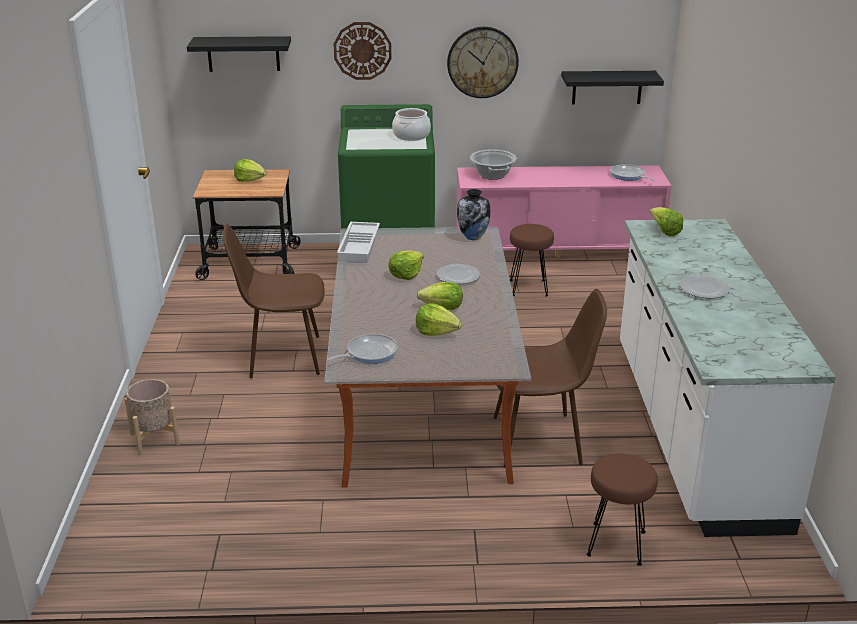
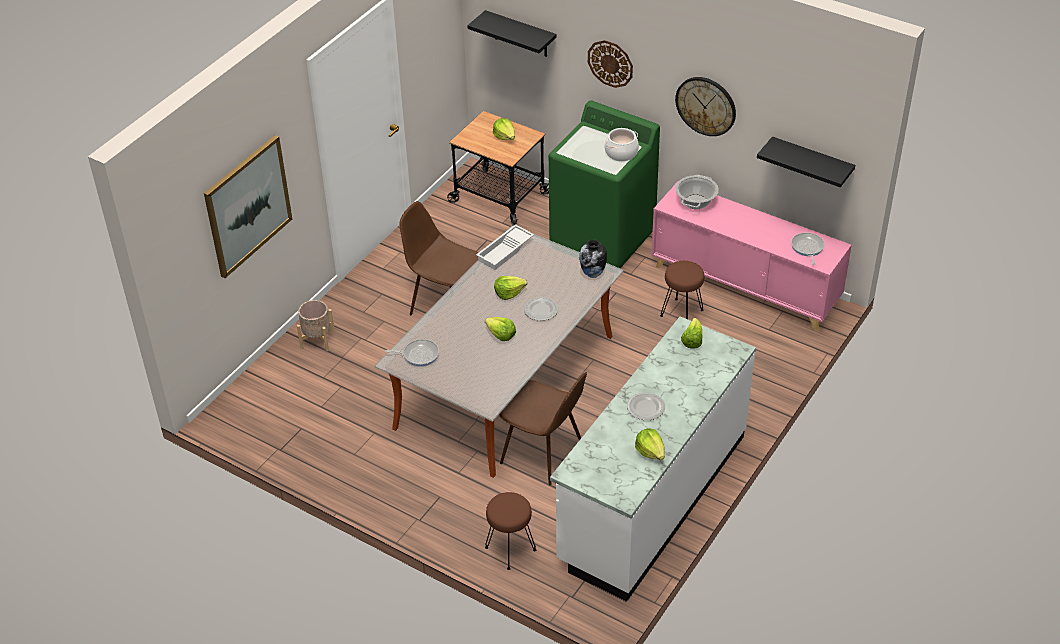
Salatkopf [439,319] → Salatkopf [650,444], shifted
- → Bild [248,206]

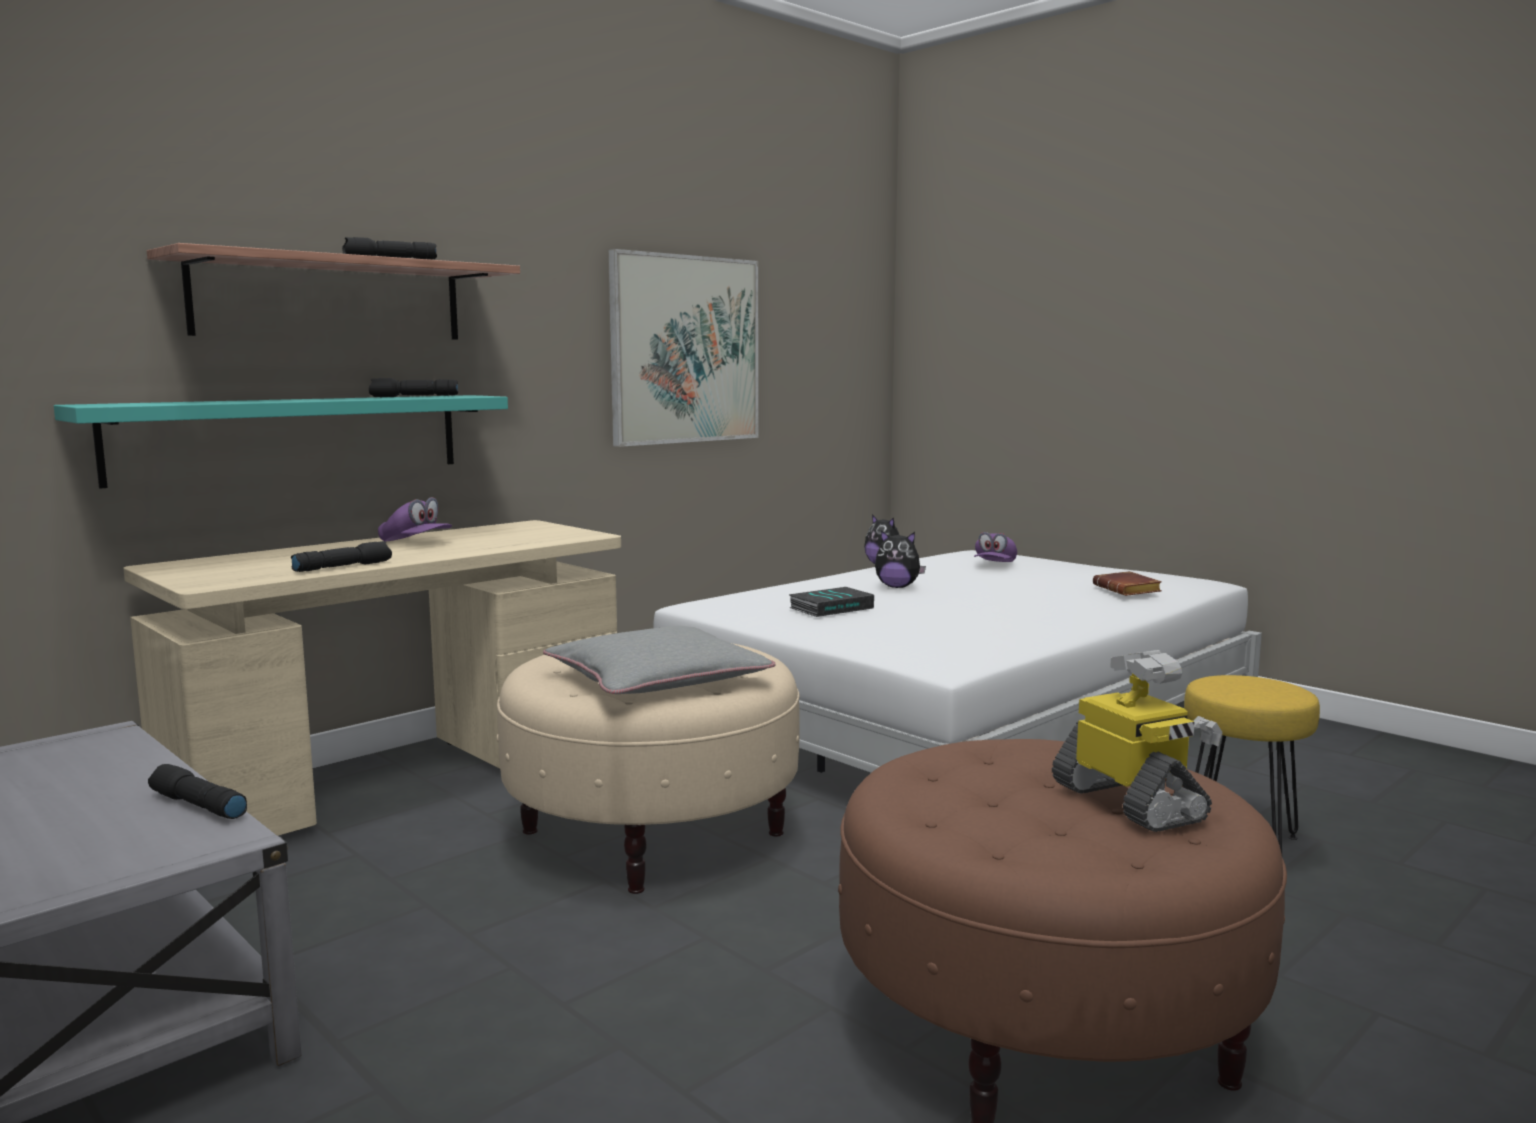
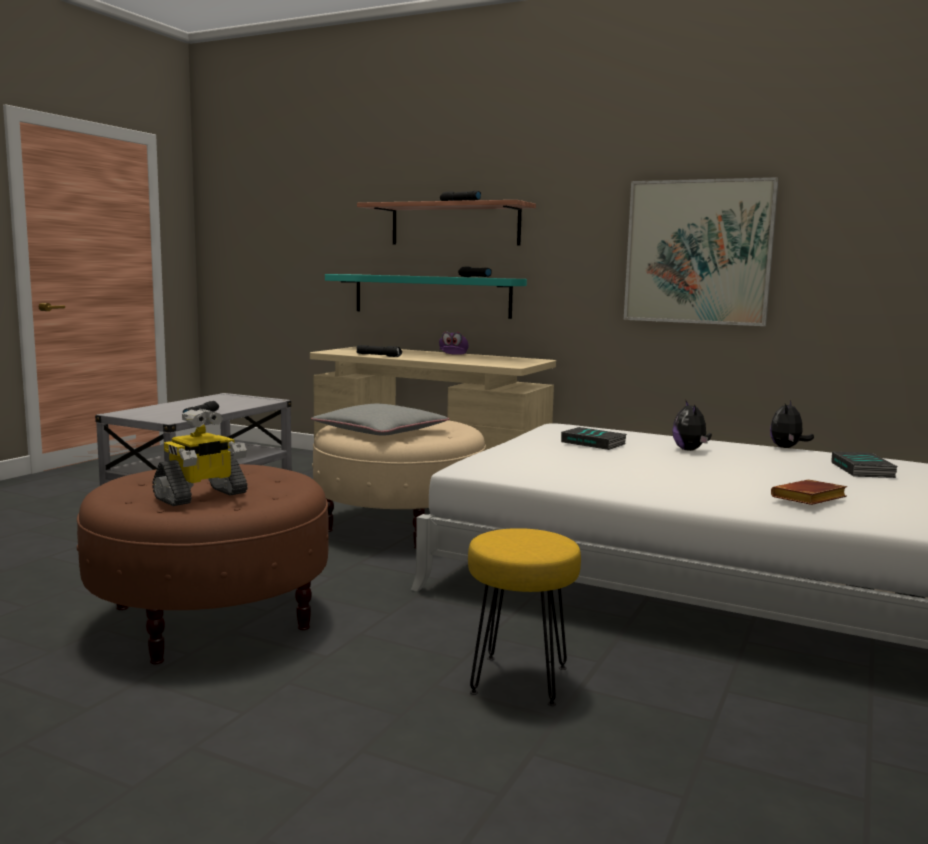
Kappe [lila] [995,547] → Buch [864,465]

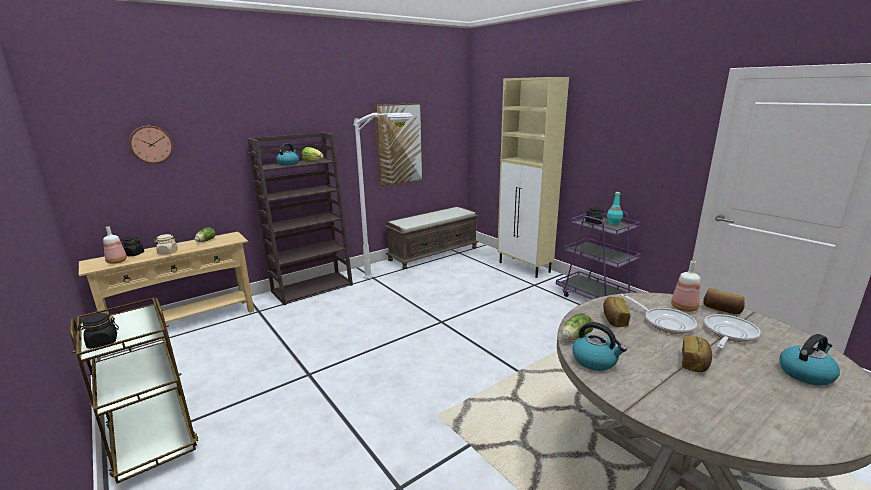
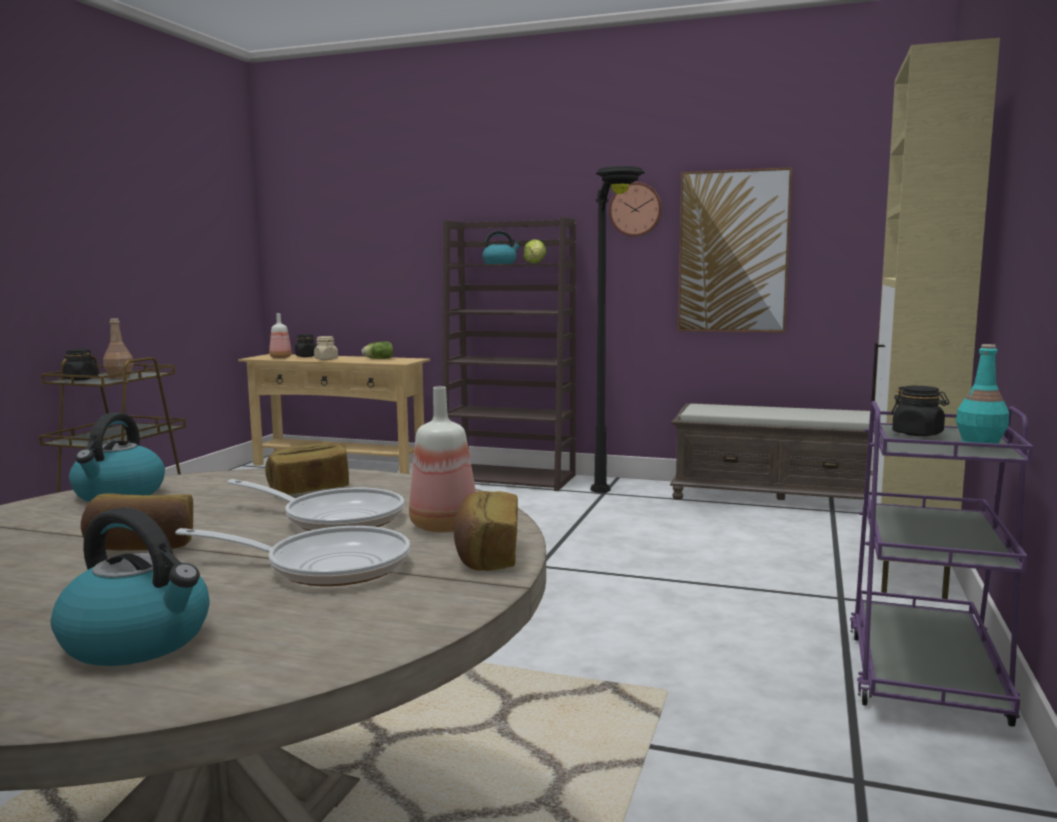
Wanduhr [151,145] → Wanduhr [635,209], shifted
Stehlampe [weiß] [383,196] → Stehlampe [schwarz] [618,329]
Salatkopf [577,326] → -
Pfanne [658,314] → Pfanne [315,505], 90 degrees counterclockwise
- → Flasche [braun] [118,348]

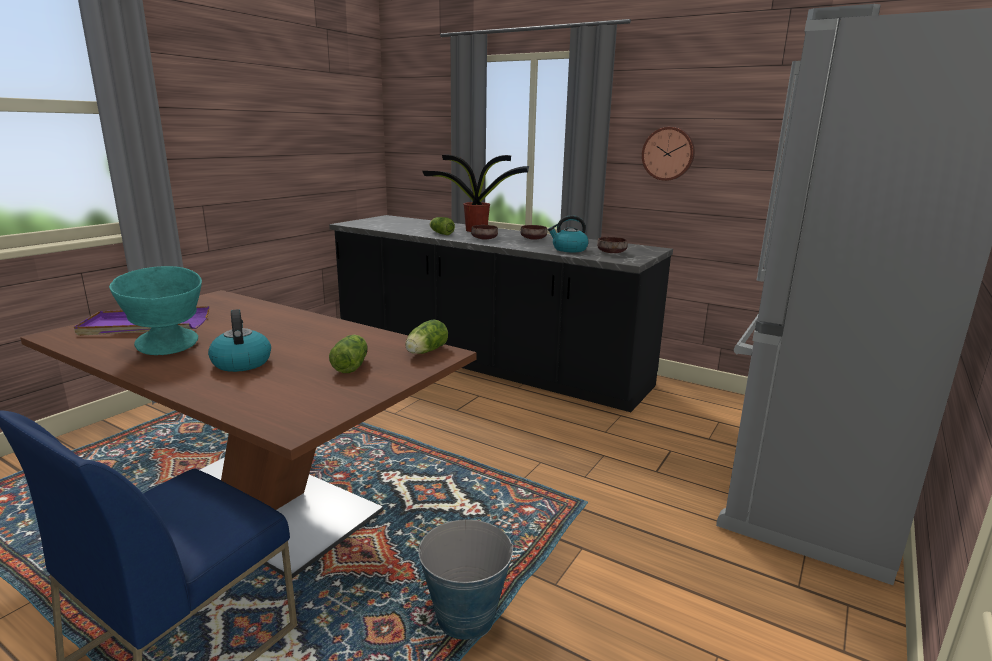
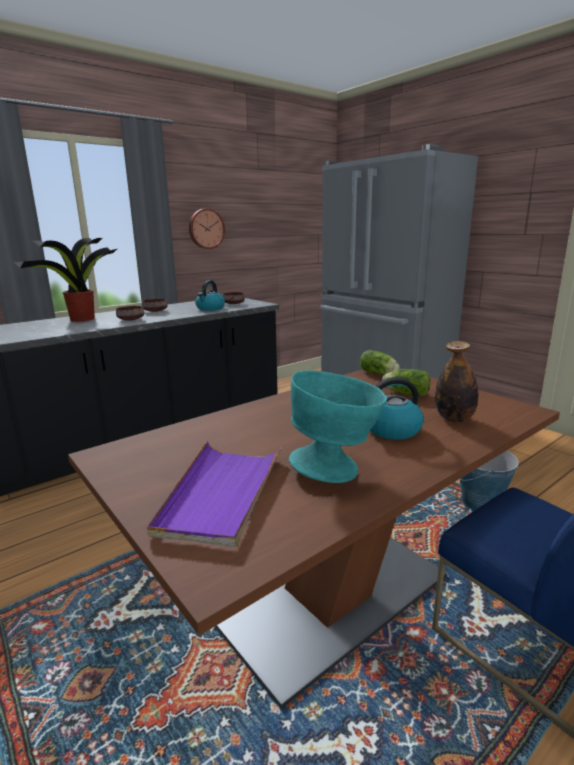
Salatkopf [442,226] → -
- → Flasche [456,381]

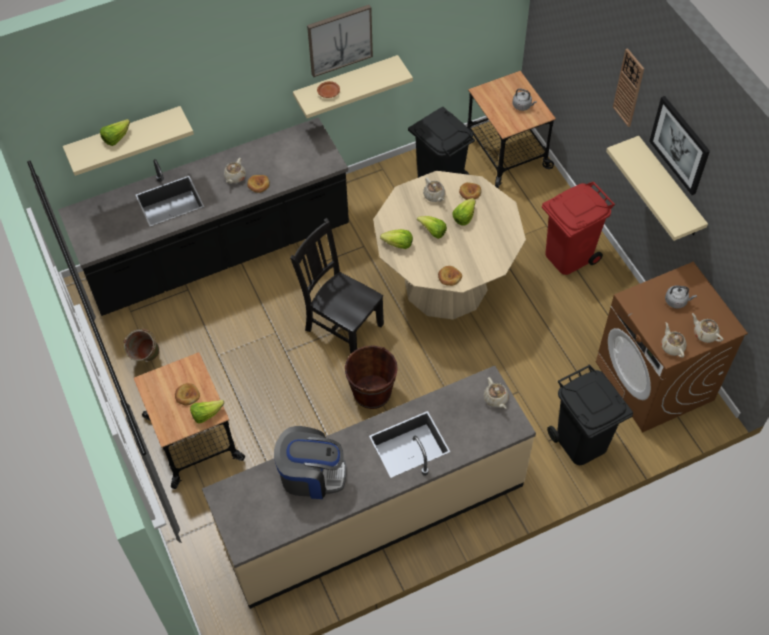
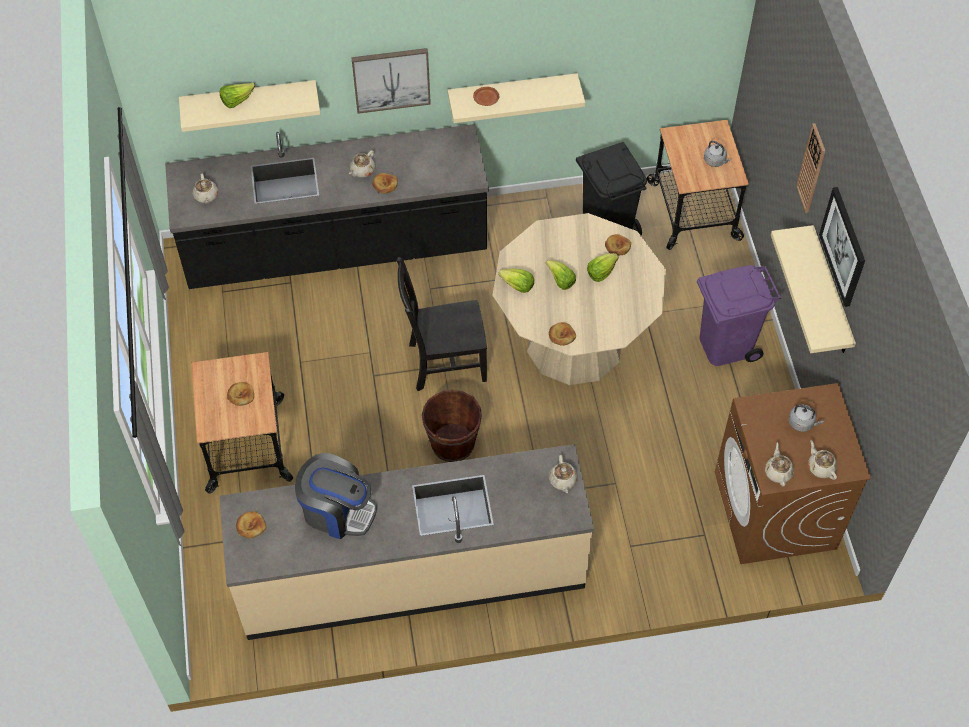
Eimer [grün] [141,345] → -
Salatkopf [207,412] → -
Stuhl [schwarz] [337,286] → Stuhl [schwarz] [442,324], 60 degrees counterclockwise
Bild [340,41] → Bild [391,81], shifted
Teekanne [beige] [434,189] → Teekanne [beige] [205,189], shifted
Mülleimer [rot] [578,228] → Mülleimer [lila] [739,315]
Mülleimer [schwarz] [590,414] → -
- → Brot [251,524]

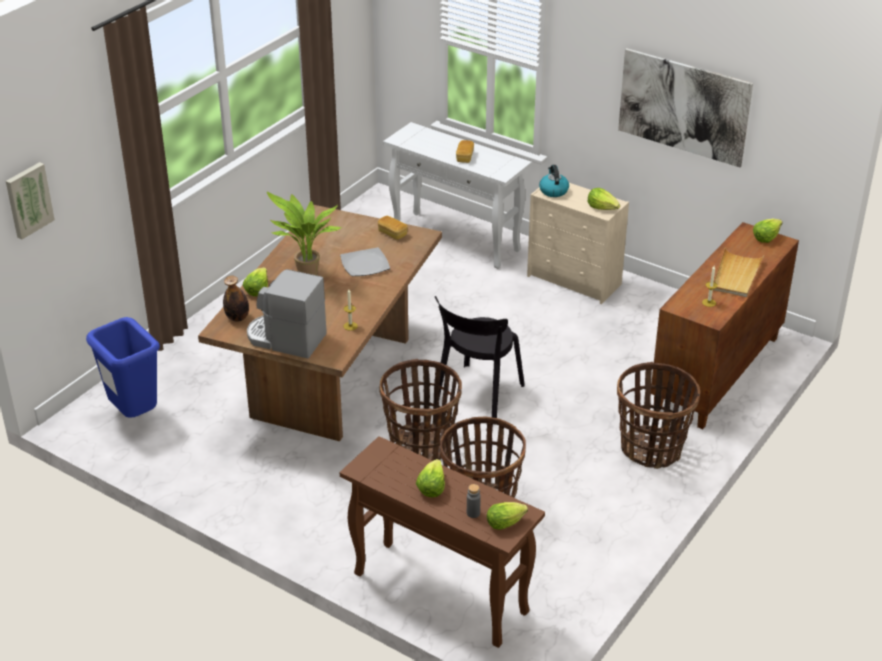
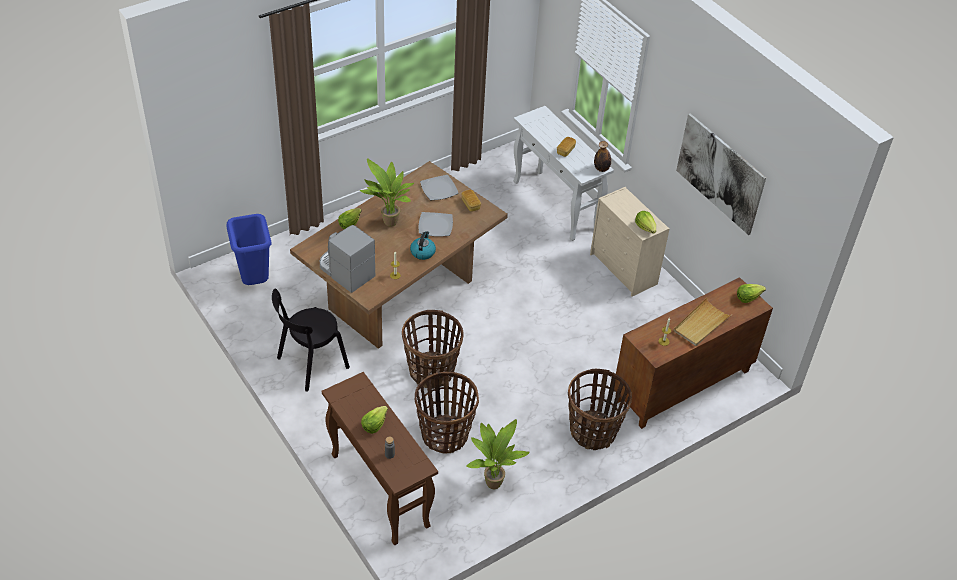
Bild [30,200] → -
Flasche [236,298] → Flasche [602,156], shifted
Stuhl [schwarz] [480,357] → Stuhl [schwarz] [311,340], shifted
Salatkopf [507,516] → -
Wasserkessel [554,181] → Wasserkessel [423,245], shifted
- → Teller [439,187]
- → Topfpflanze [498,454]

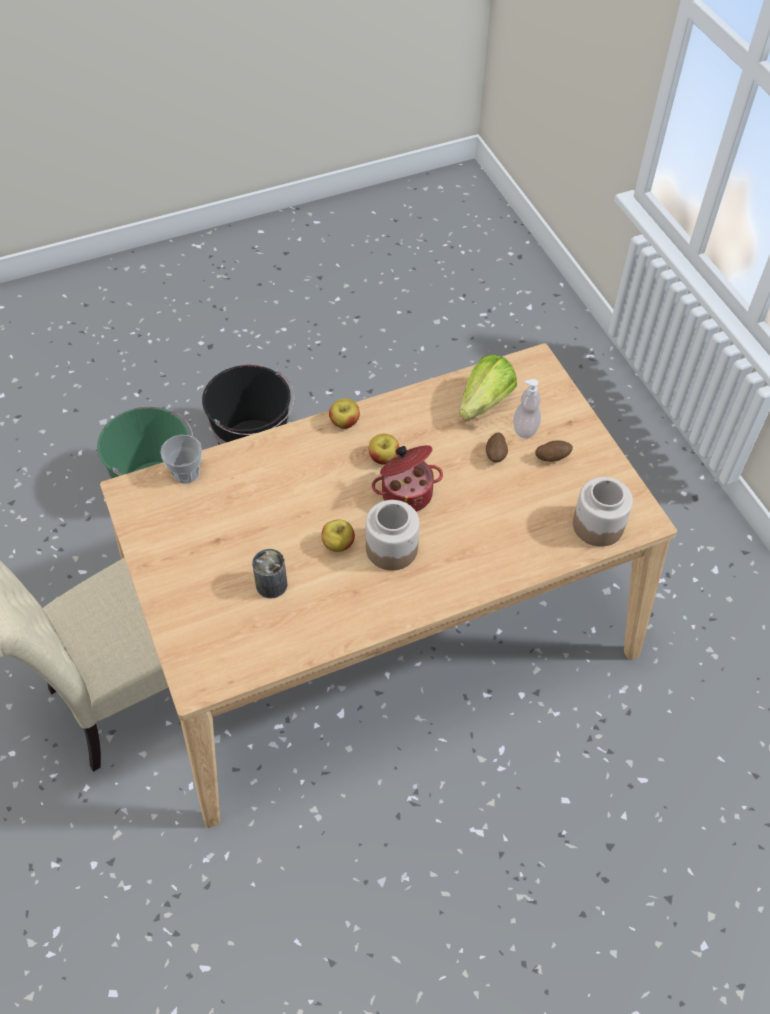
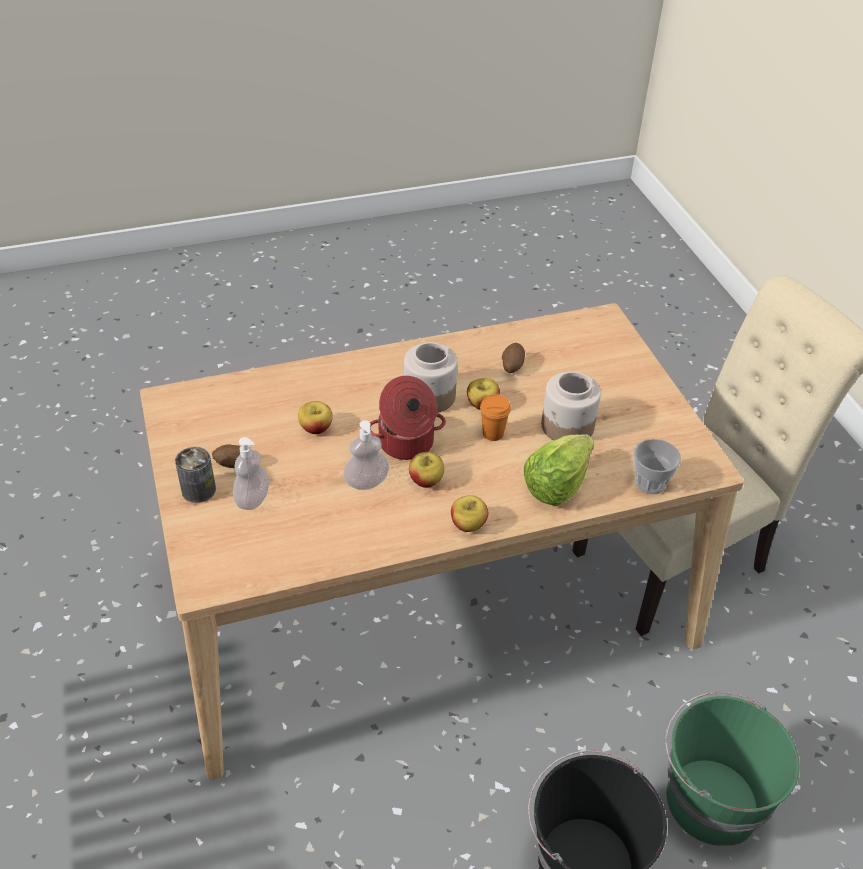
Dose [270,574] → Dose [195,475], shifted
Salatkopf [488,387] → Salatkopf [559,470], shifted
Kartoffel [497,447] → Kartoffel [513,358], shifted
Vorratsglas [603,512] → Vorratsglas [571,406], shifted
- → Apfel [315,417]
- → Seifenspender [366,455]
- → Tasse [orange] [495,417]

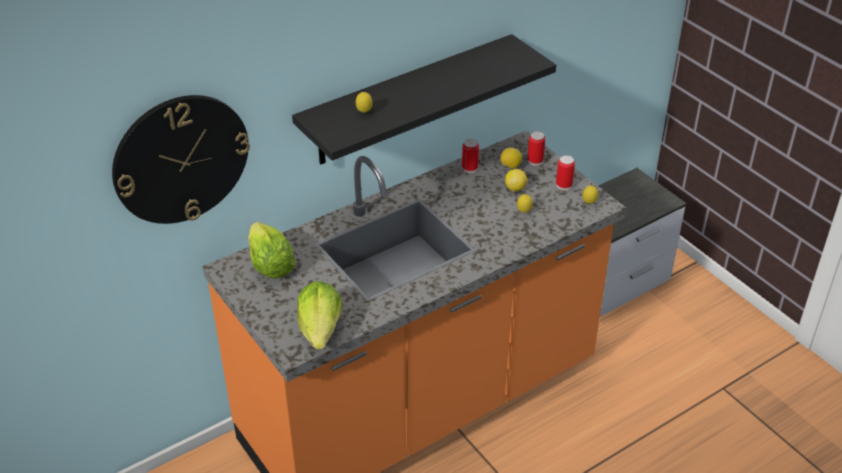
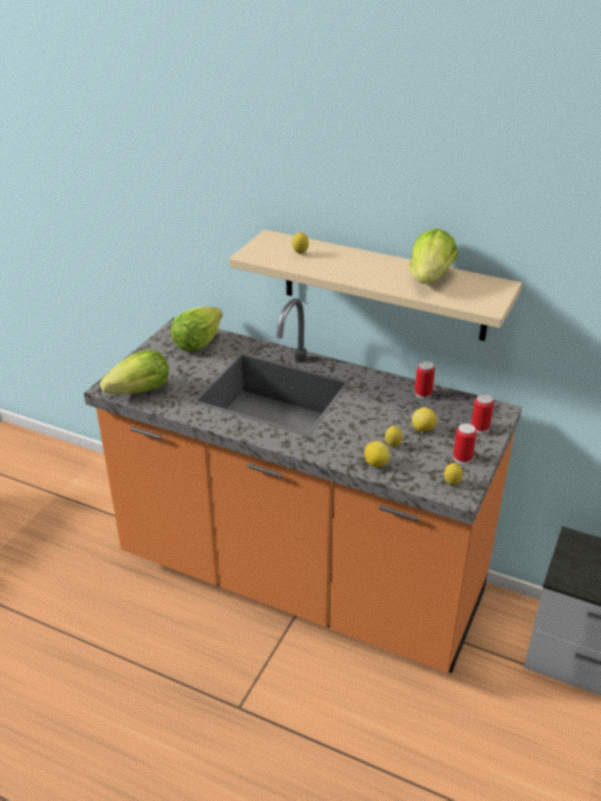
Wanduhr [181,159] → -
Wandregal [schwarz] [424,99] → Wandregal [beige] [375,285]
Zitrone [511,158] → Zitrone [377,454], shifted
- → Salatkopf [434,256]

